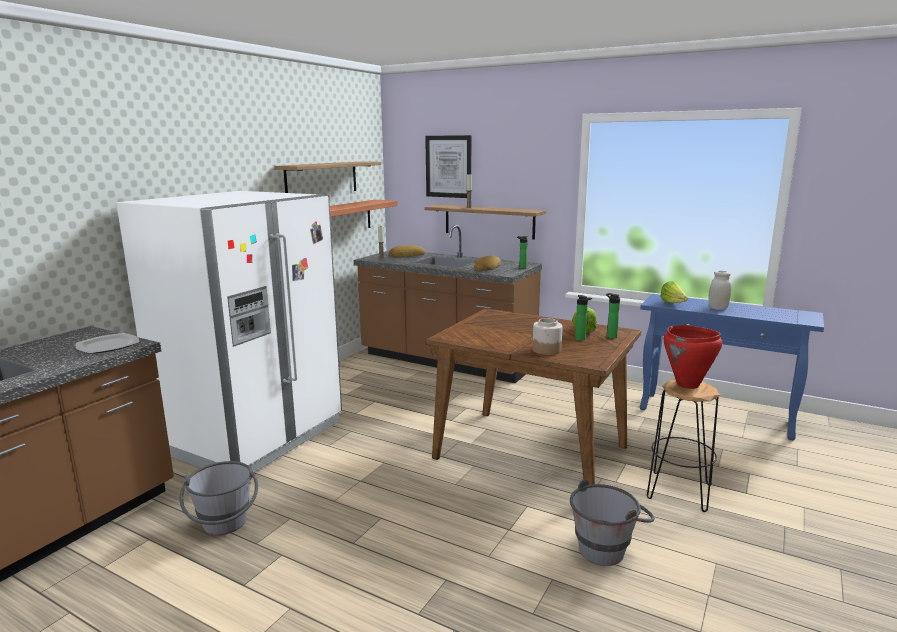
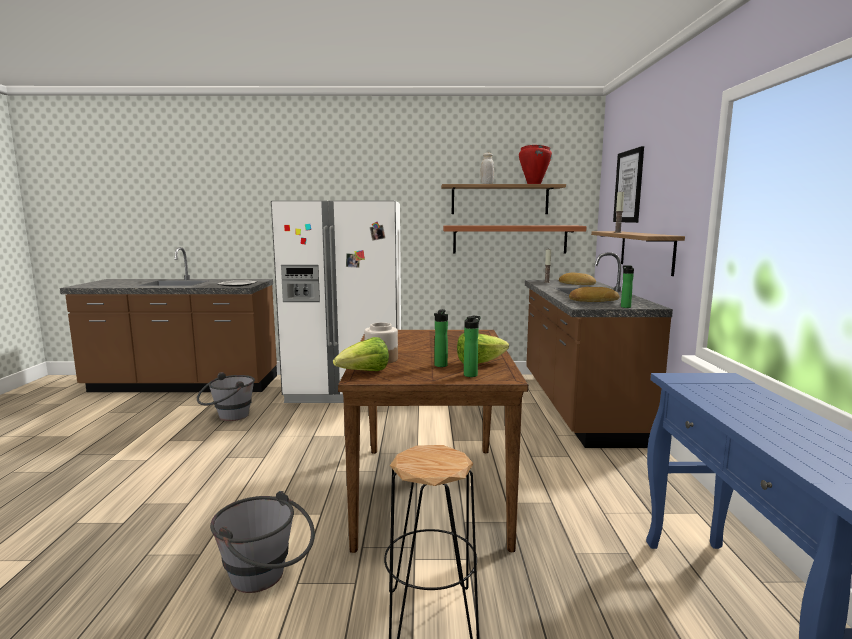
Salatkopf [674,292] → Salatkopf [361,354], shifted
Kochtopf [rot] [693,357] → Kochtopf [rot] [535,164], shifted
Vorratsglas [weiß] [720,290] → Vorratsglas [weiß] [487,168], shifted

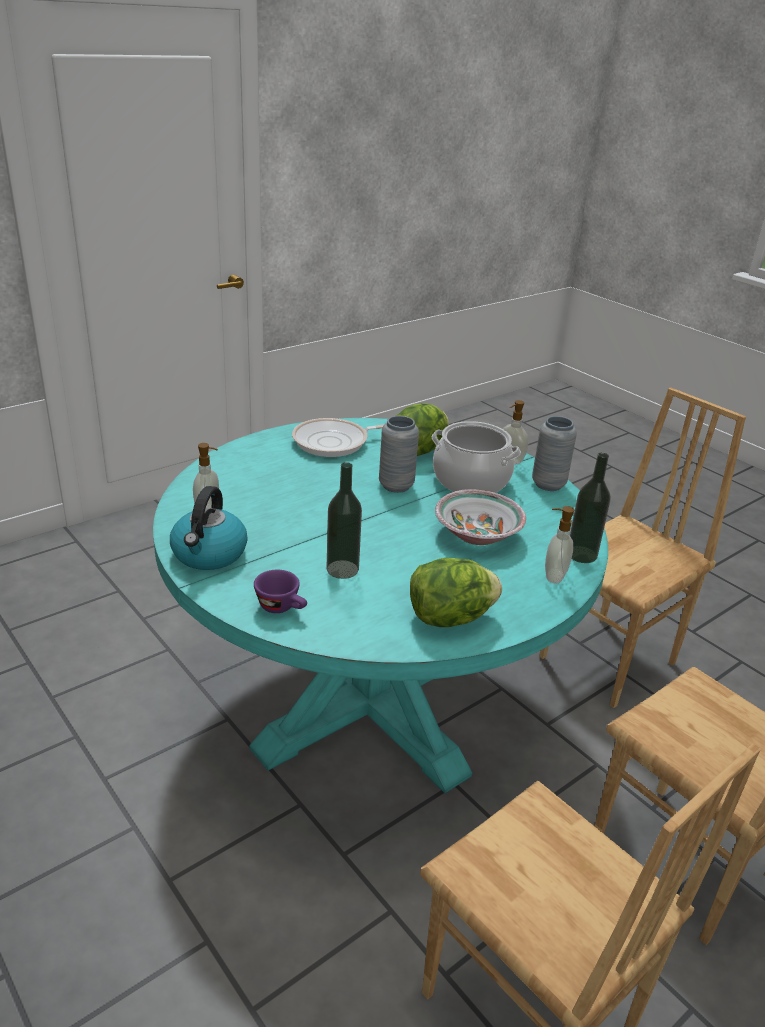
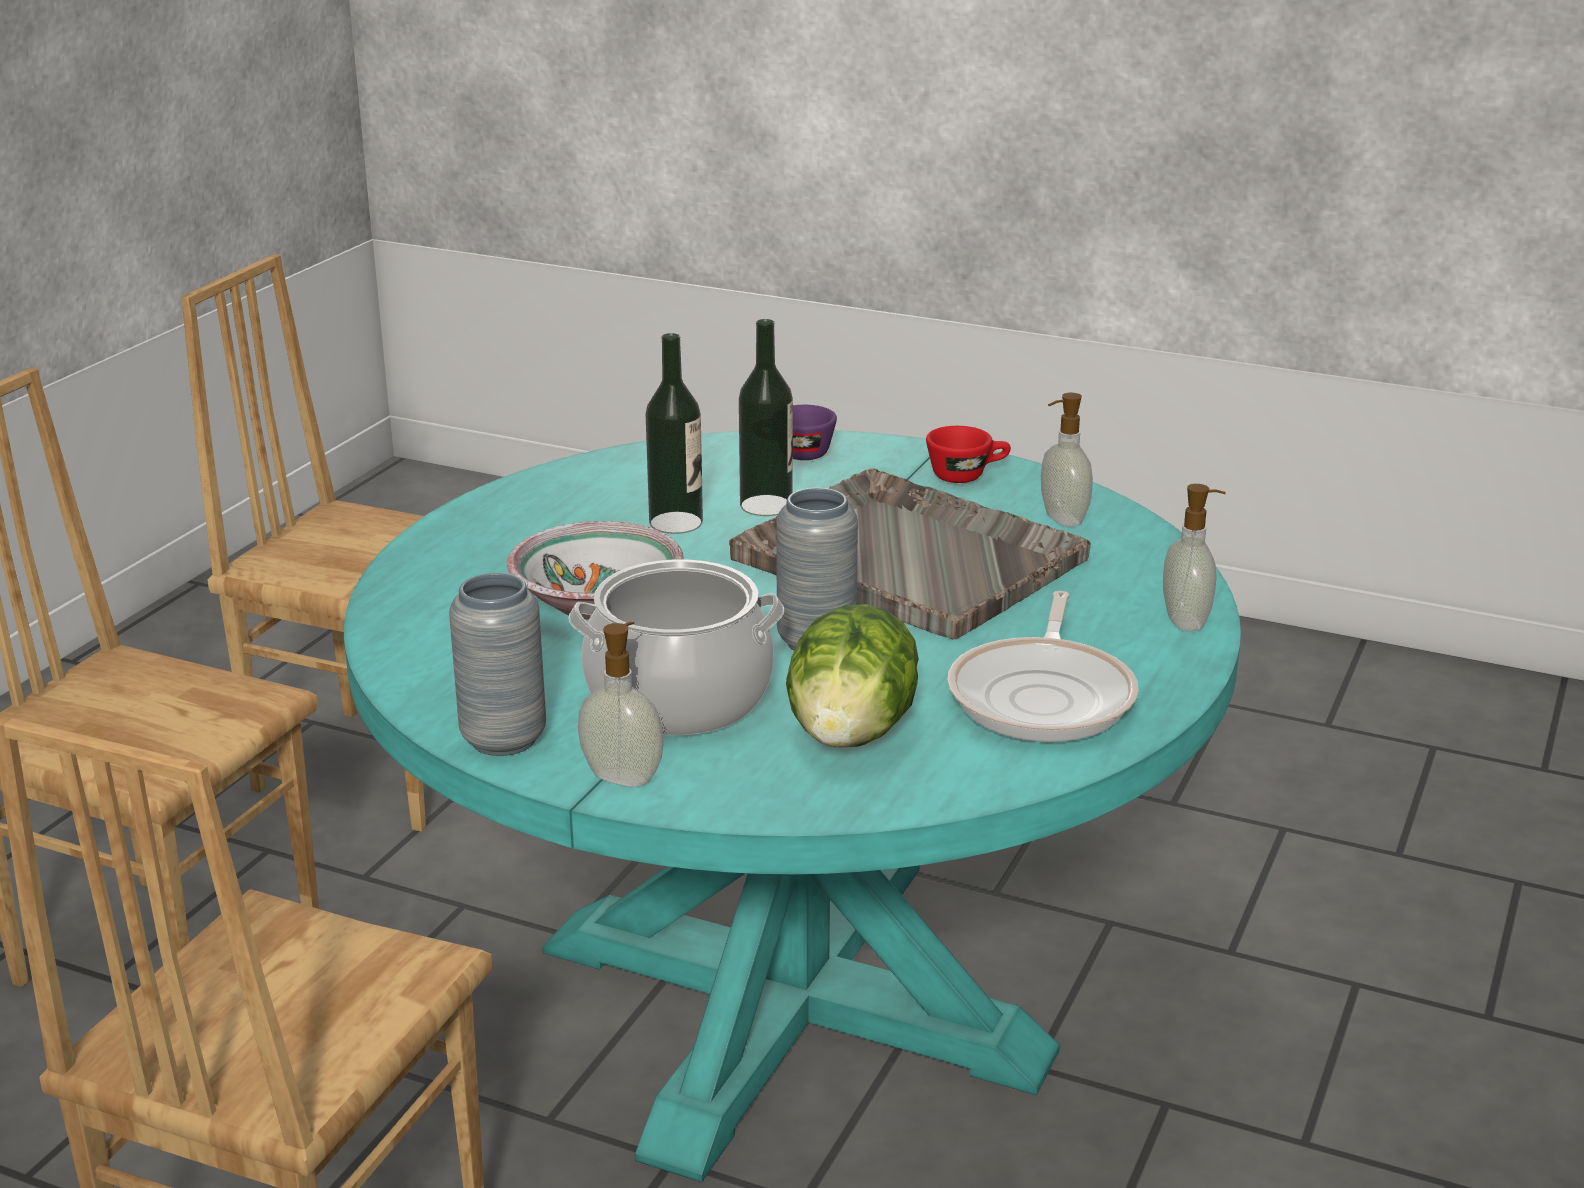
Wasserkessel [209,528] → Tasse [rot] [968,454]
Pfanne [338,437] → Pfanne [1043,666], 150 degrees clockwise
Salatkopf [456,592] → -
Seifenspender [559,545] → Seifenspender [1194,558], shifted
Flasche [590,508] → Flasche [674,433], shifted
- → Tablett [grau] [910,554]

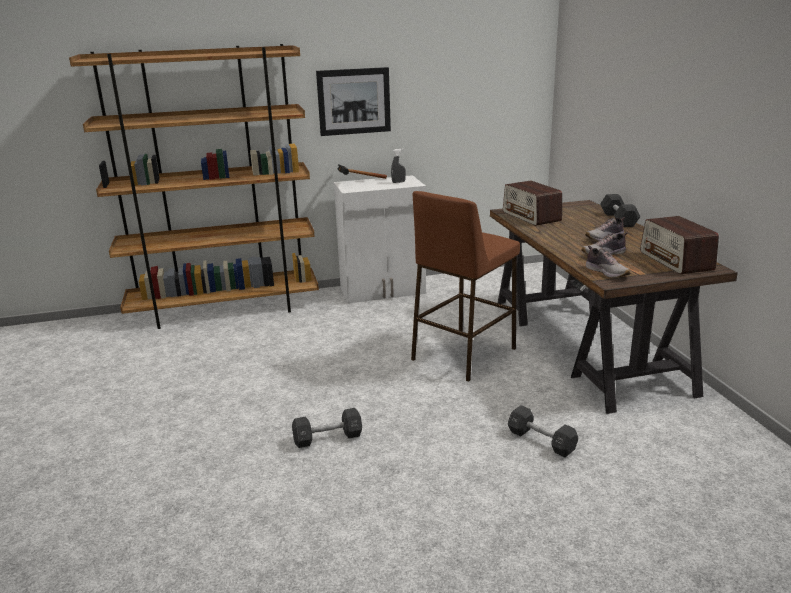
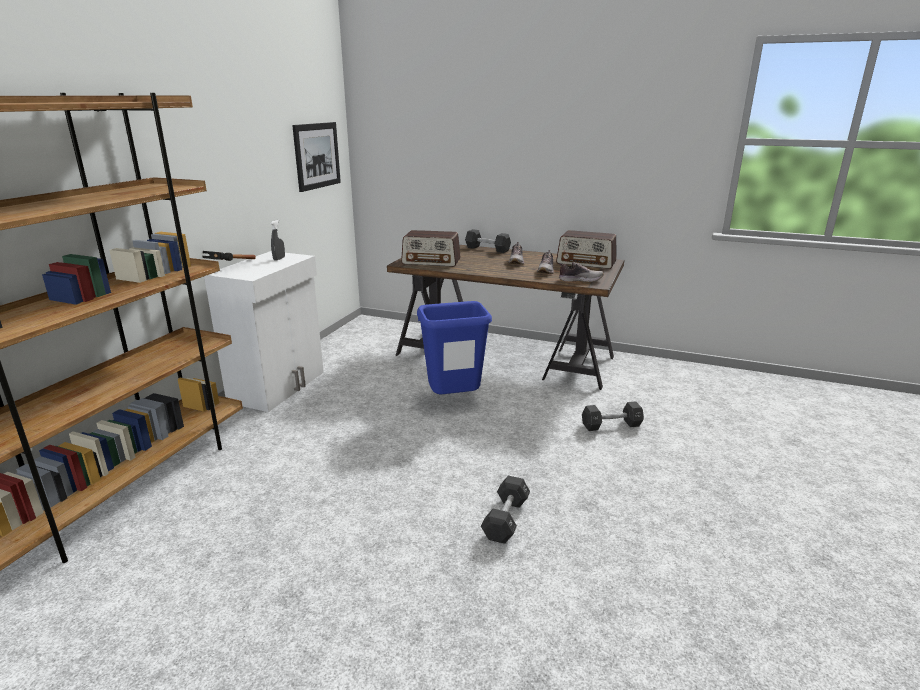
Bild [353,101] → Bild [316,157], shifted
Hocker [braun] [465,286] → Mülleimer [blau] [454,347]

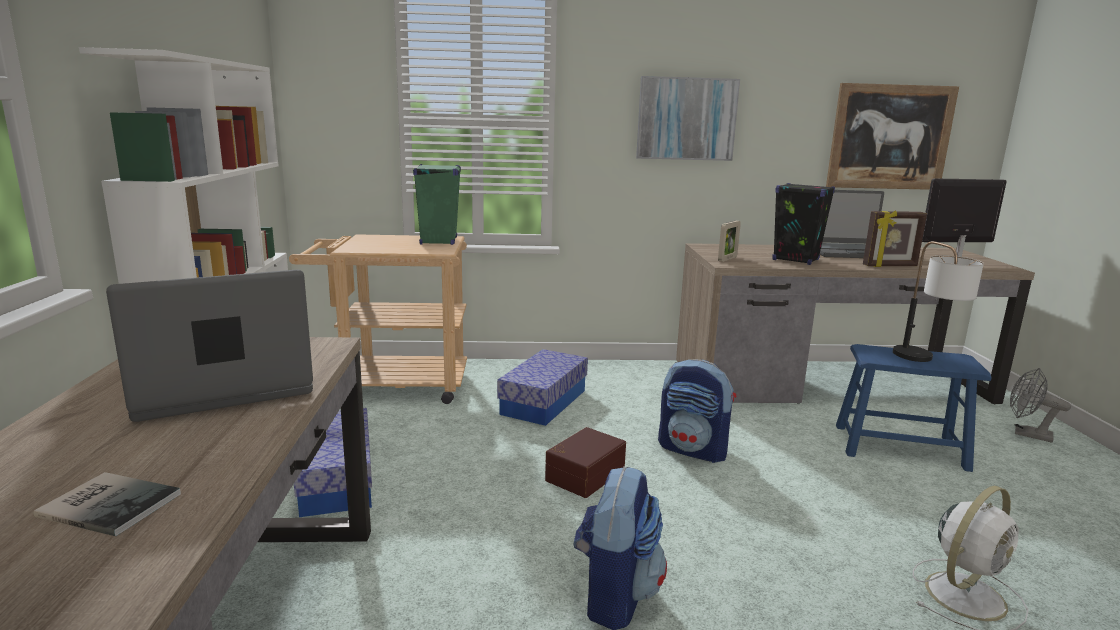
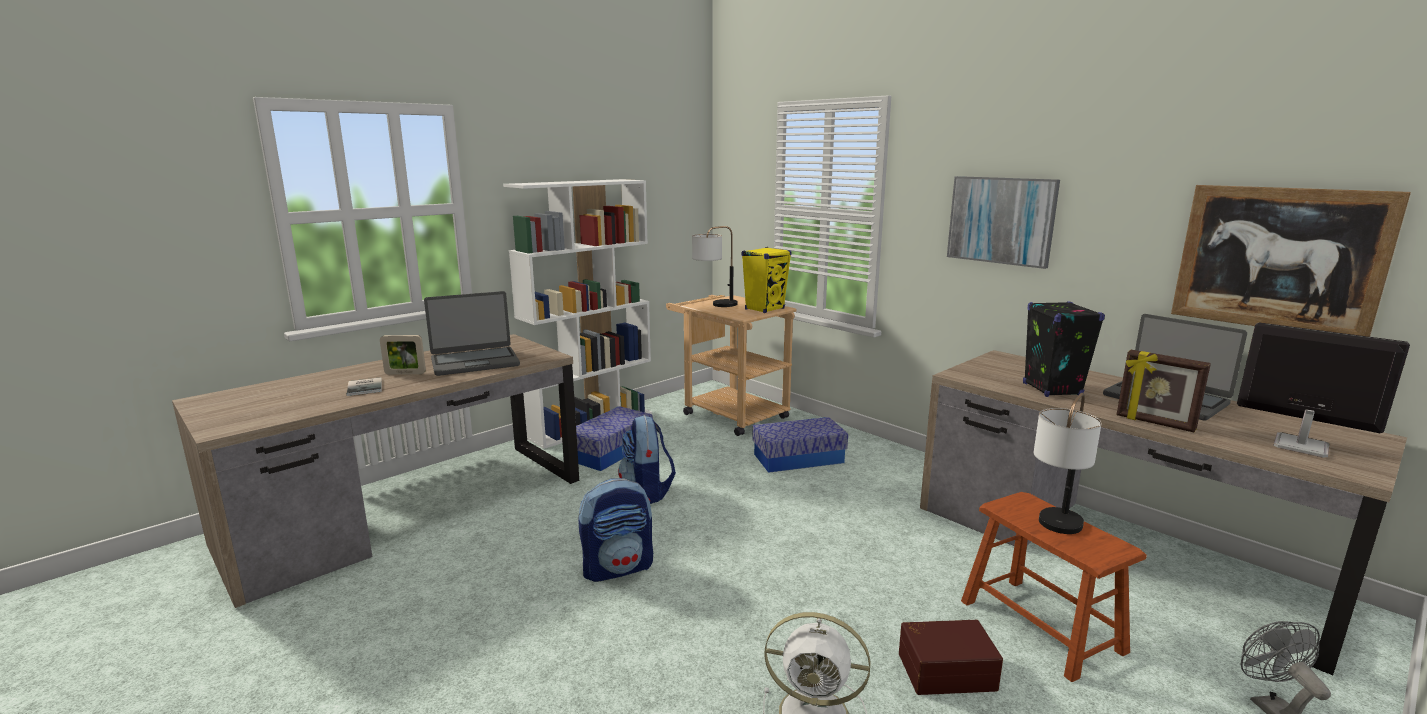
Laptop [209,346] → Laptop [472,333], 135 degrees clockwise
Lautsprecher [grün] [437,204] → Lautsprecher [gelb] [767,280]
Aufbewahrungsbox [braun] [585,462] → Aufbewahrungsbox [braun] [951,657], shifted
Rucksack [697,411] → Rucksack [647,459], shifted
Bilderrahmen [729,241] → Bilderrahmen [403,355], shifted
Hocker [blau] [914,408] → Hocker [braun] [1054,587]
- → Tischlampe [715,266]

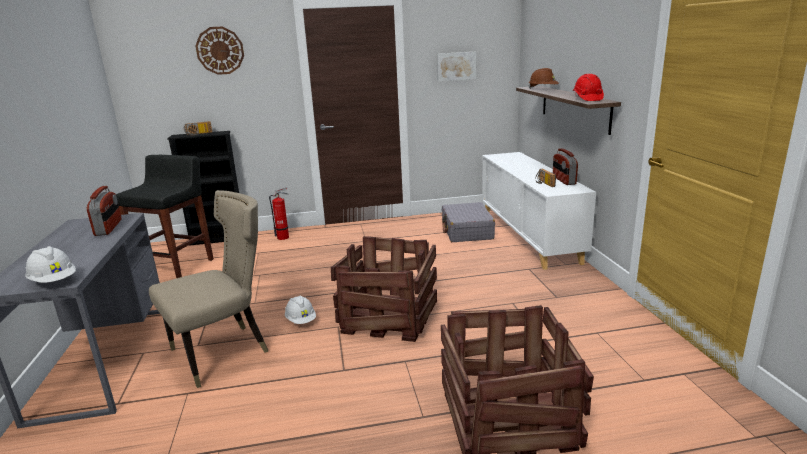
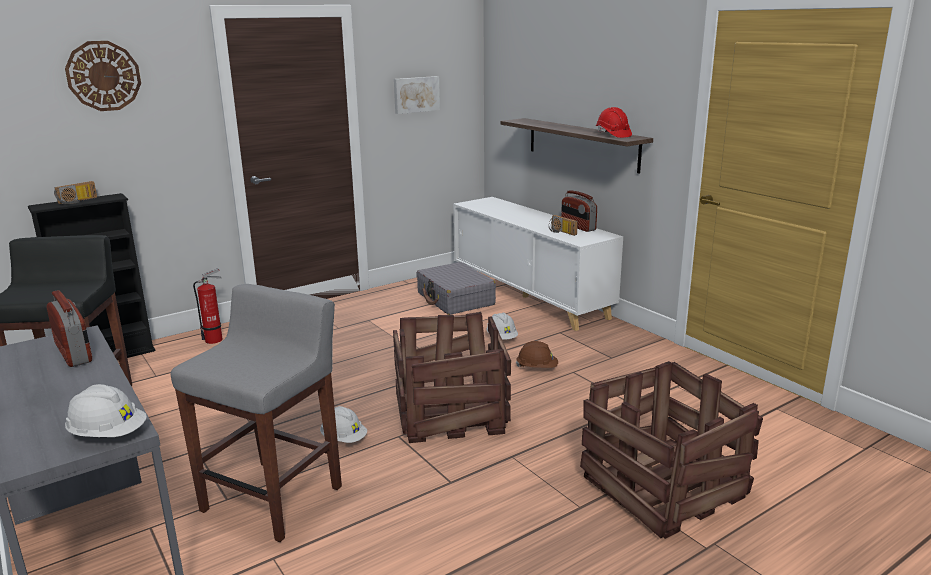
Stuhl [beige] [208,289] → Hocker [grau] [256,413]
Schutzhelm [braun] [543,78] → Schutzhelm [braun] [537,354], shifted
- → Schutzhelm [weiß] [502,326]

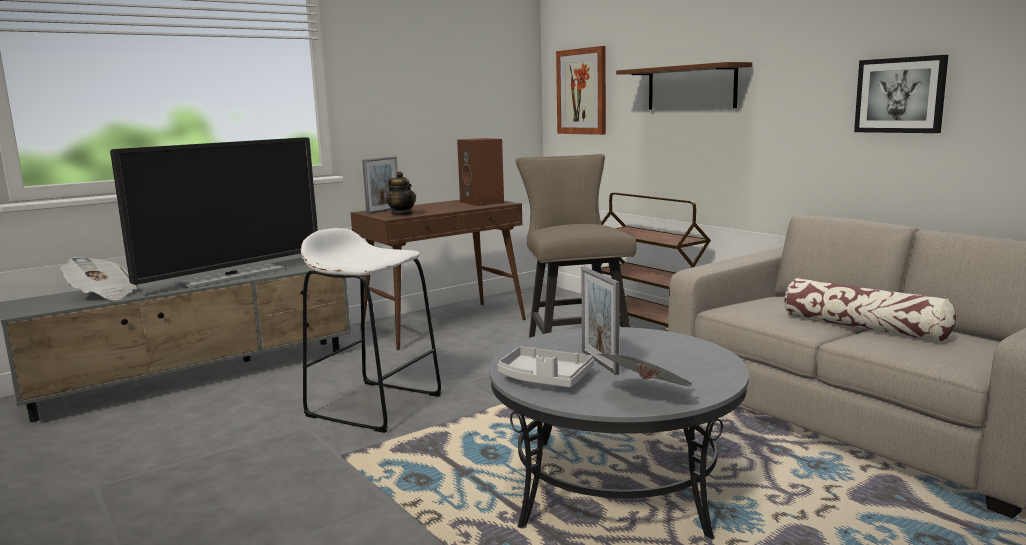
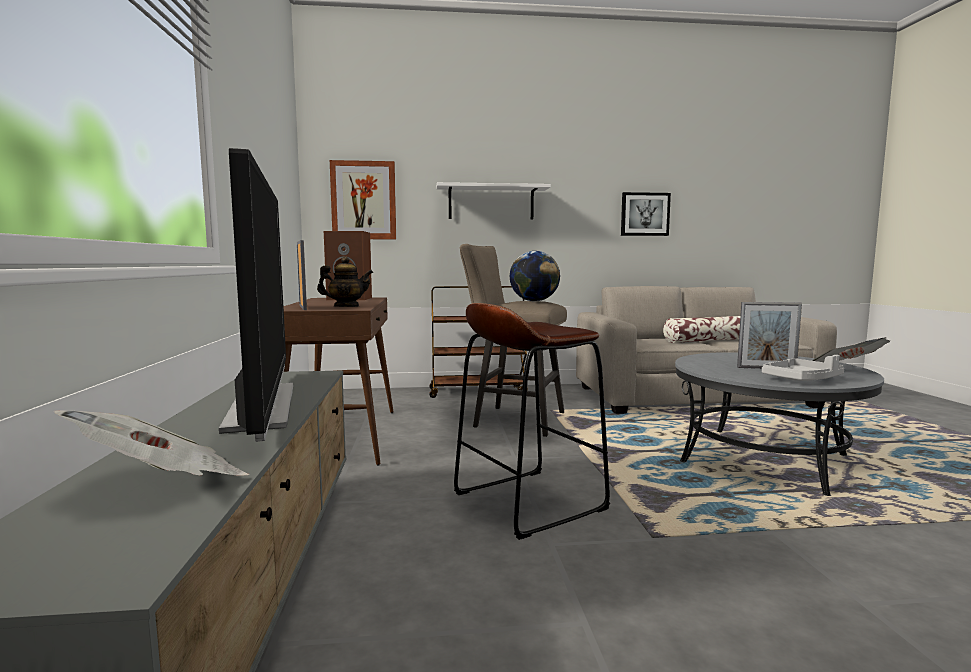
Hocker [weiß] [371,330] → Hocker [braun] [532,421]
Wandregal [braun] [684,86] → Wandregal [weiß] [494,200]
- → Globus [535,276]

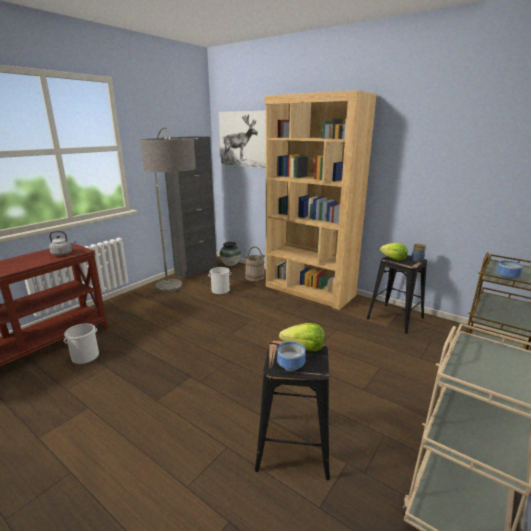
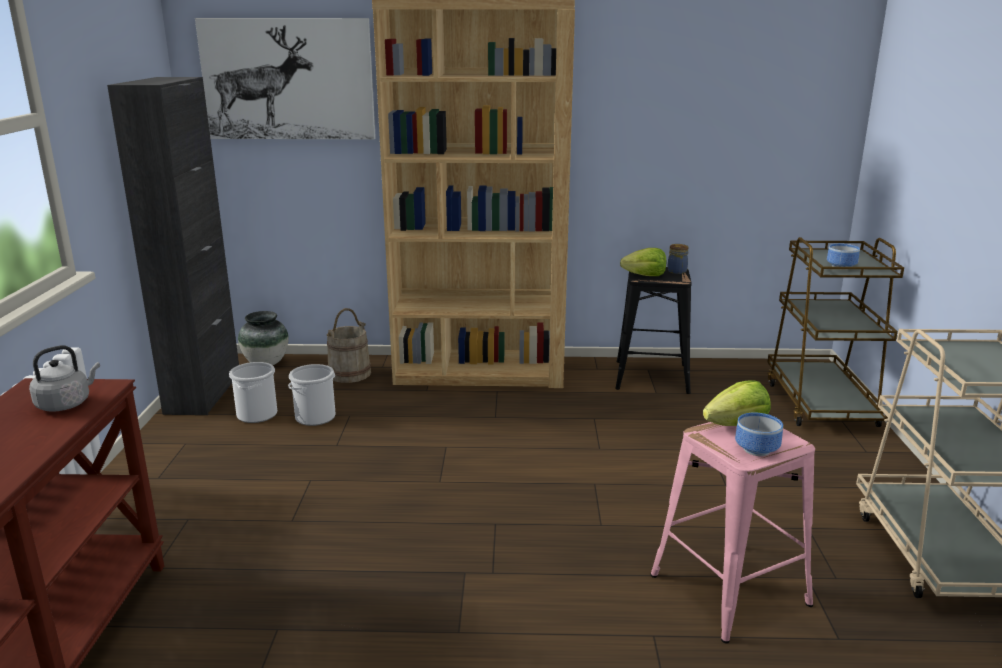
Eimer [81,343] → Eimer [253,392], shifted
Stehlampe [168,209] → -
Hocker [schwarz] [292,410] → Hocker [rosa] [732,533]

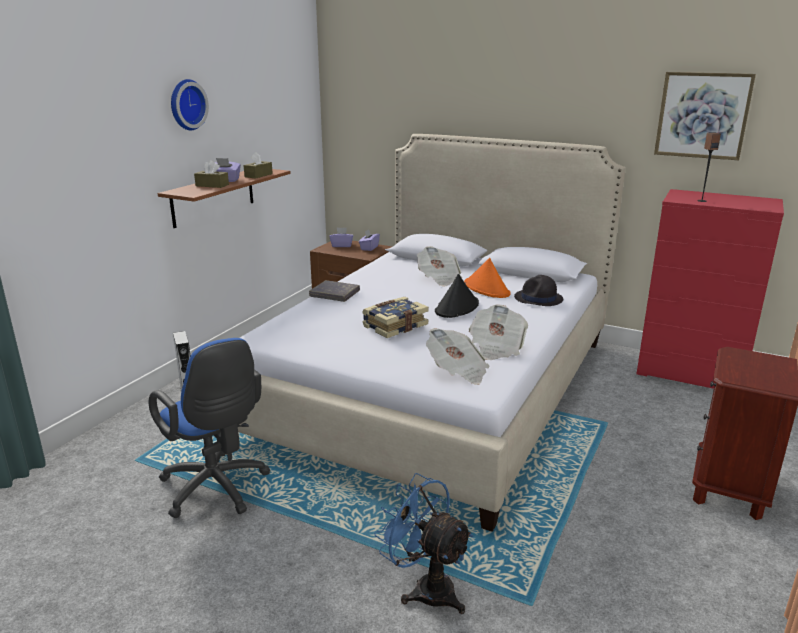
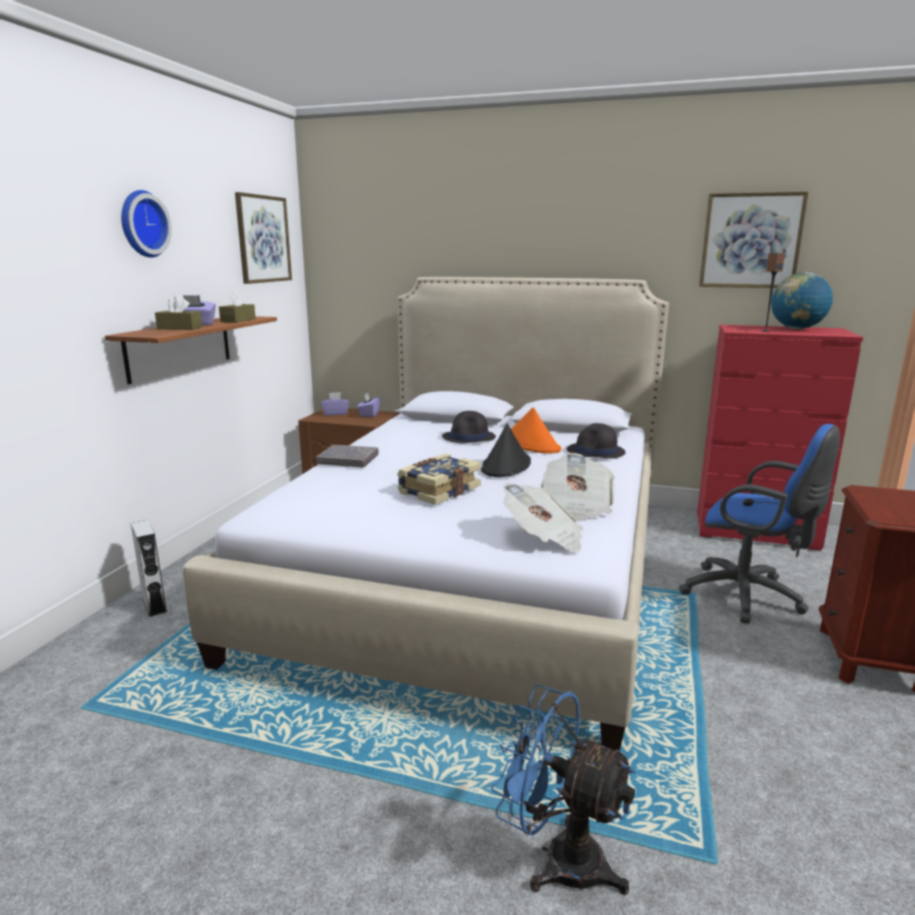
Bürostuhl [blau] [210,428] → Bürostuhl [blau] [759,524], shifted
Zeitung [439,266] → Hut [schwarz] [469,427]
- → Bild [263,238]
- → Globus [802,300]

